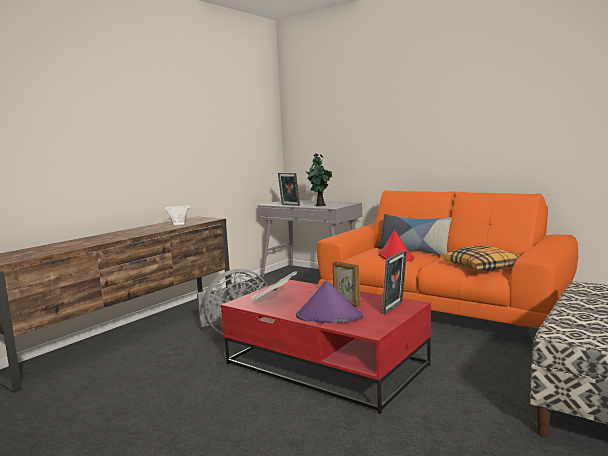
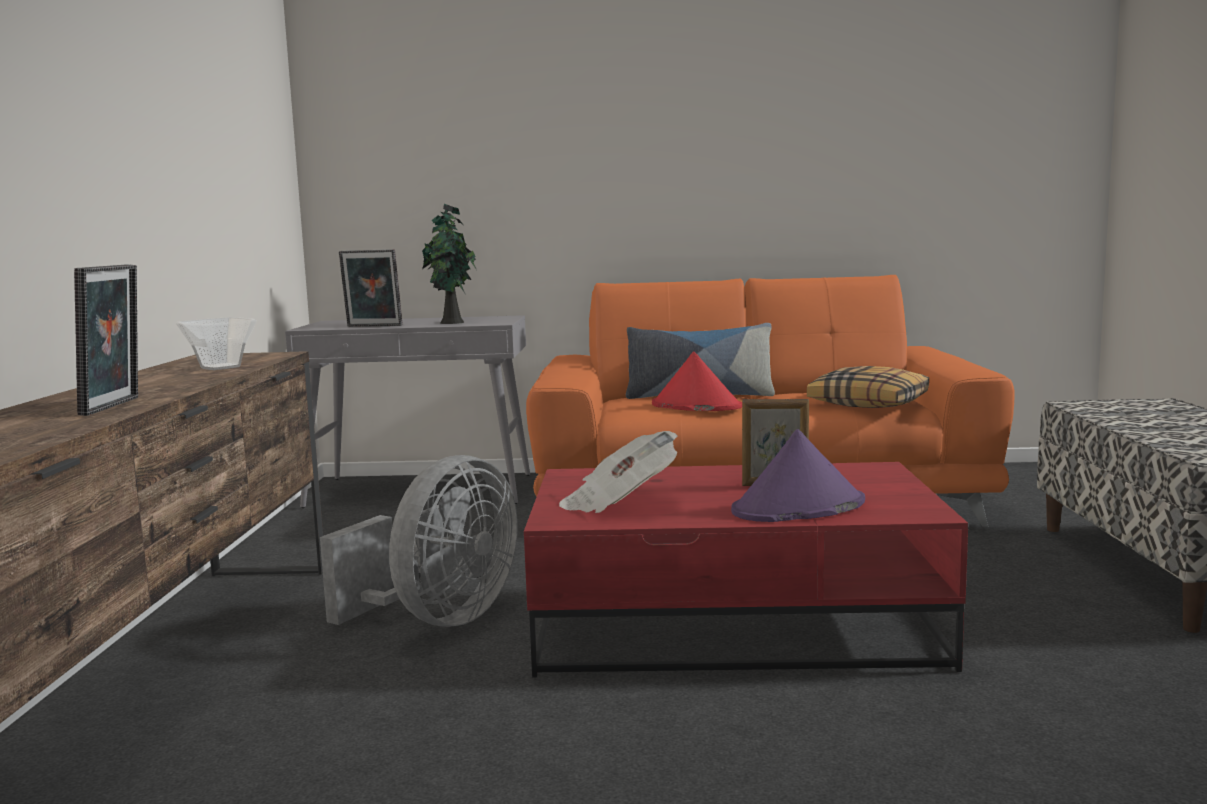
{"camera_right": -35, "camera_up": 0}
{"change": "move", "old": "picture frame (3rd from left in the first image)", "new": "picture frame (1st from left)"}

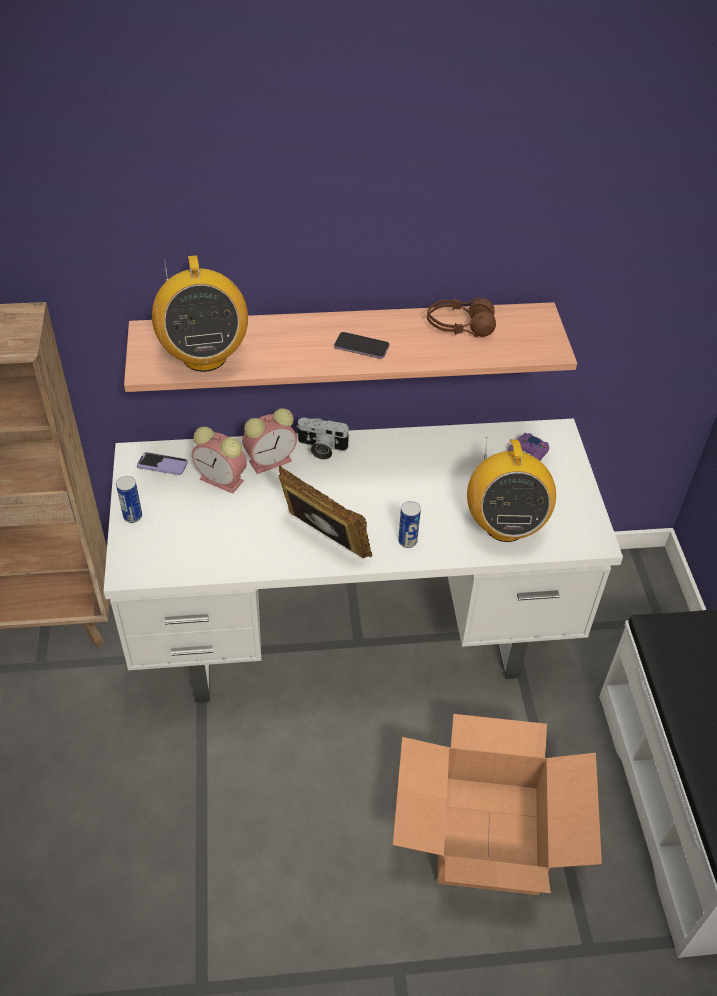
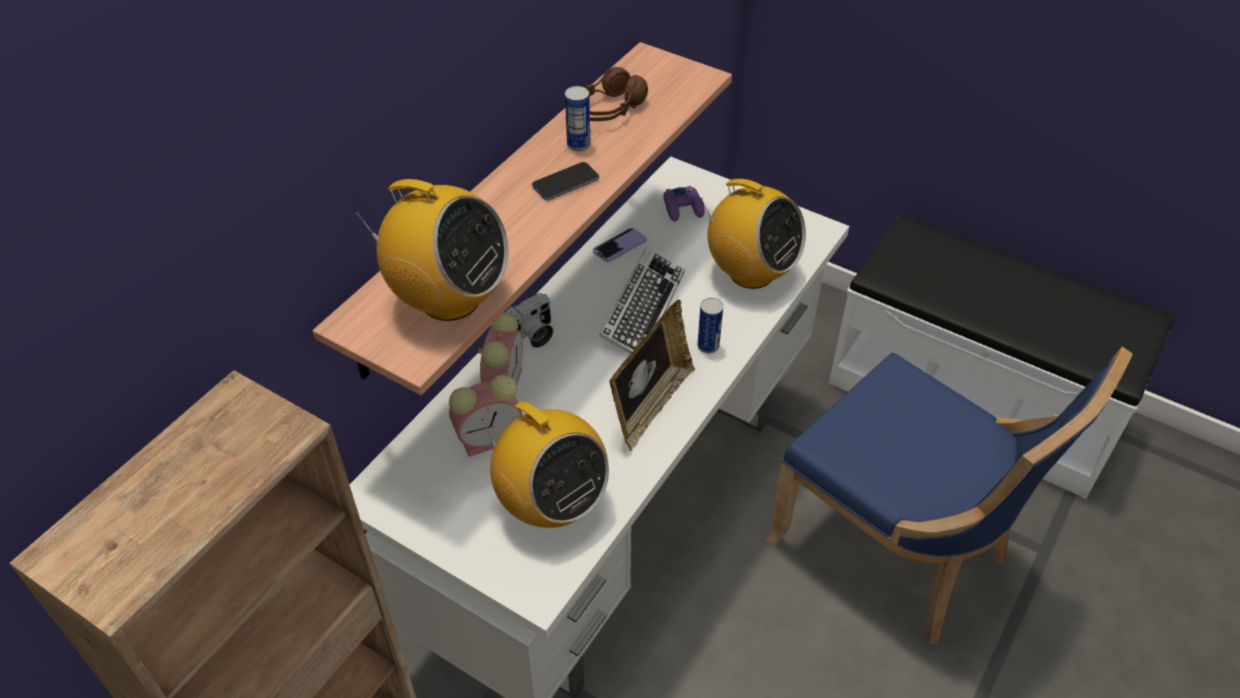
{"camera_right": -50, "camera_up": 0}
{"change": "insert", "new": "radio (2nd from left)"}
{"change": "insert", "new": "keyboard"}
{"change": "move", "old": "can (1st from left)"}
{"change": "move", "old": "phone (1st from left in the first image)", "new": "phone (2nd from left)"}
{"change": "replace", "old": "cardboard box", "new": "chair (blue)"}
{"change": "rotate", "old": "picture frame", "degrees": 135}

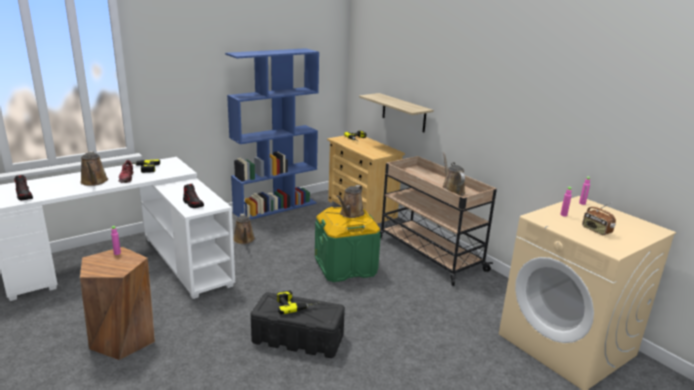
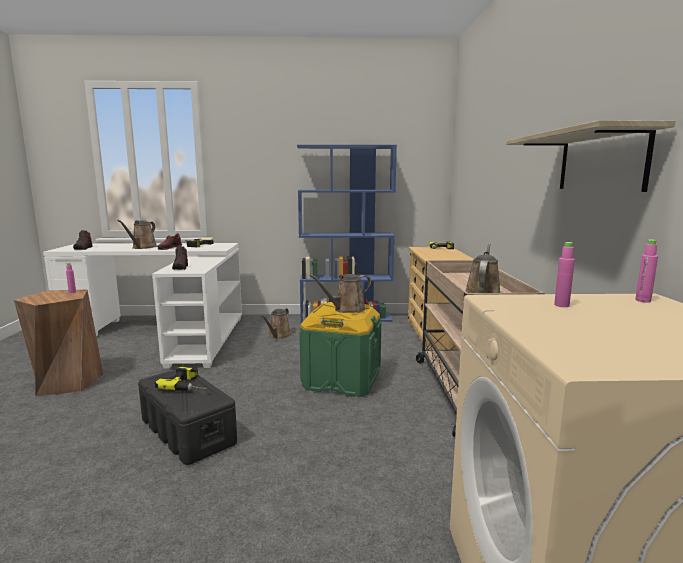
{"camera_right": 35, "camera_up": -10}
{"change": "delete", "old": "radio"}
{"change": "move", "old": "shelf"}

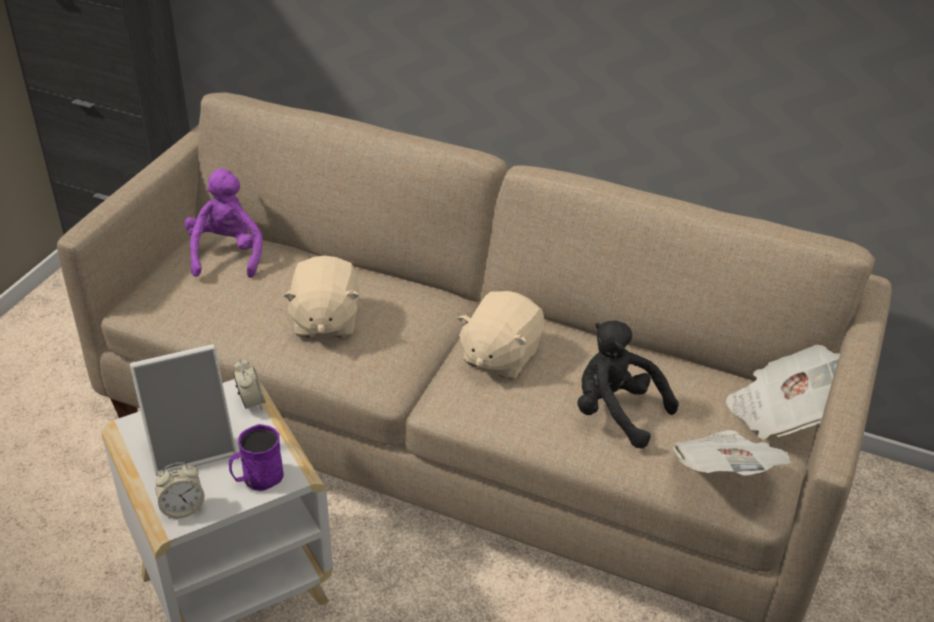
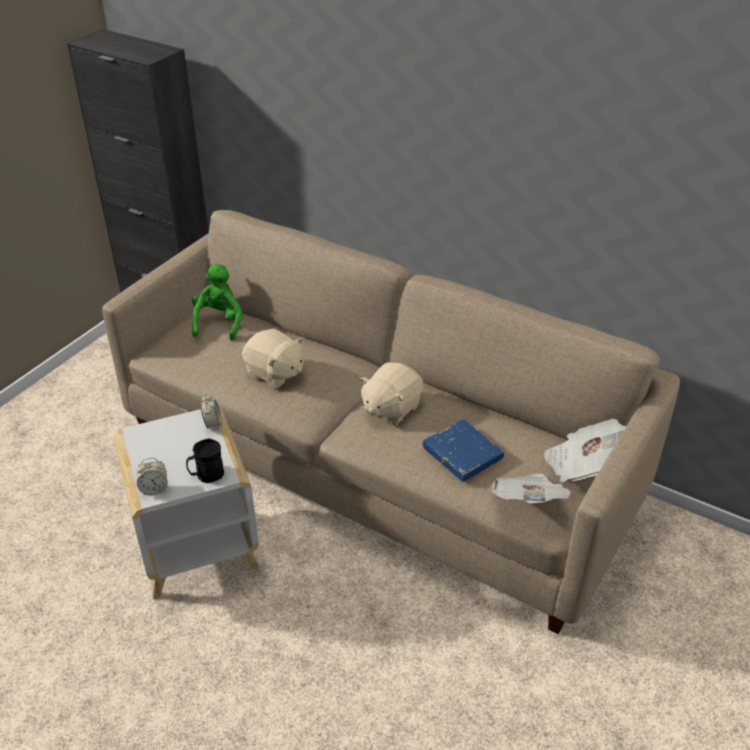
{"camera_right": 10, "camera_up": 0}
{"change": "delete", "old": "picture frame"}
{"change": "replace", "old": "plush toy (black)", "new": "book (blue)"}
{"change": "recolor", "old": "plush toy (purple)", "new": "plush toy (green)"}
{"change": "recolor", "old": "mug (purple)", "new": "mug (black)"}
{"change": "rotate", "old": "plush toy (beige) (1st from left)", "degrees": -60}

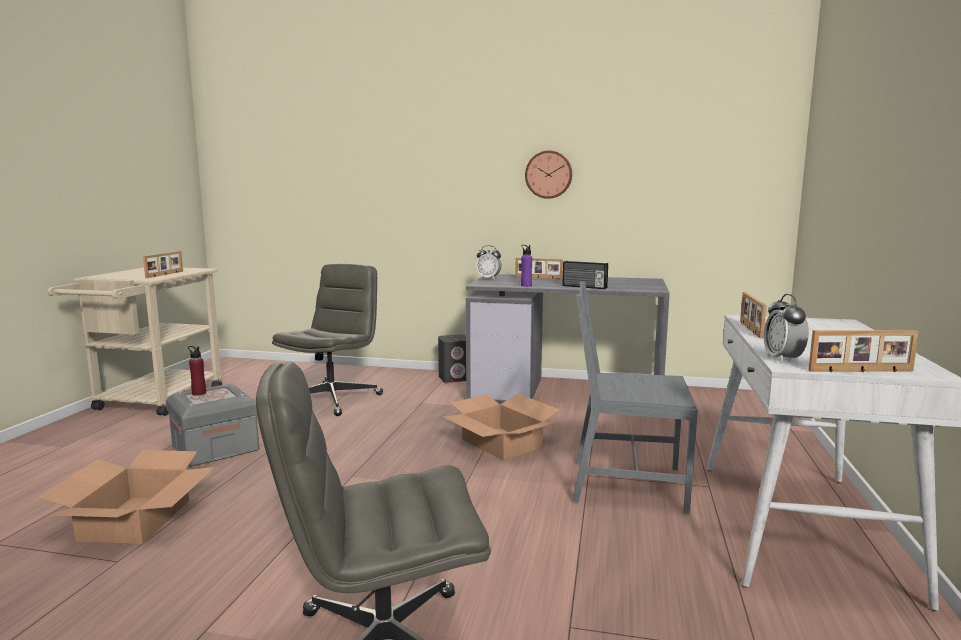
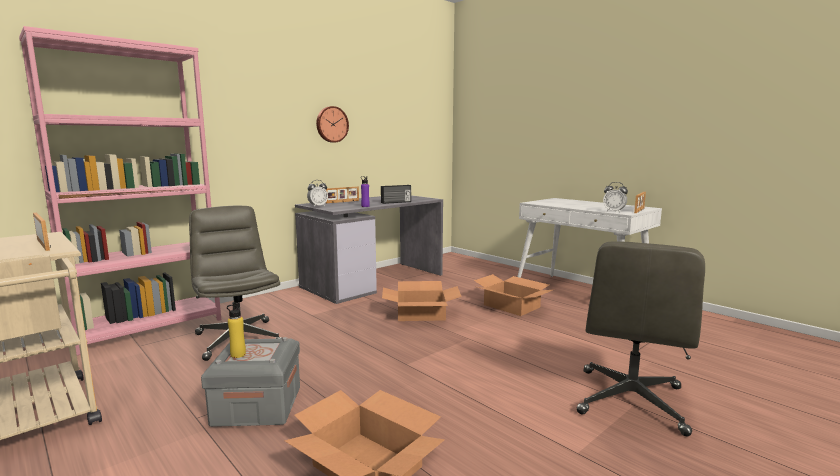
{"camera_right": -55, "camera_up": 0}
{"change": "delete", "old": "speaker (grey)"}
{"change": "delete", "old": "picture frame (3rd from left)"}
{"change": "insert", "new": "bookcase (pink)"}
{"change": "replace", "old": "chair (grey)", "new": "cardboard box (3rd from left)"}
{"change": "recolor", "old": "bottle (red)", "new": "bottle (yellow)"}

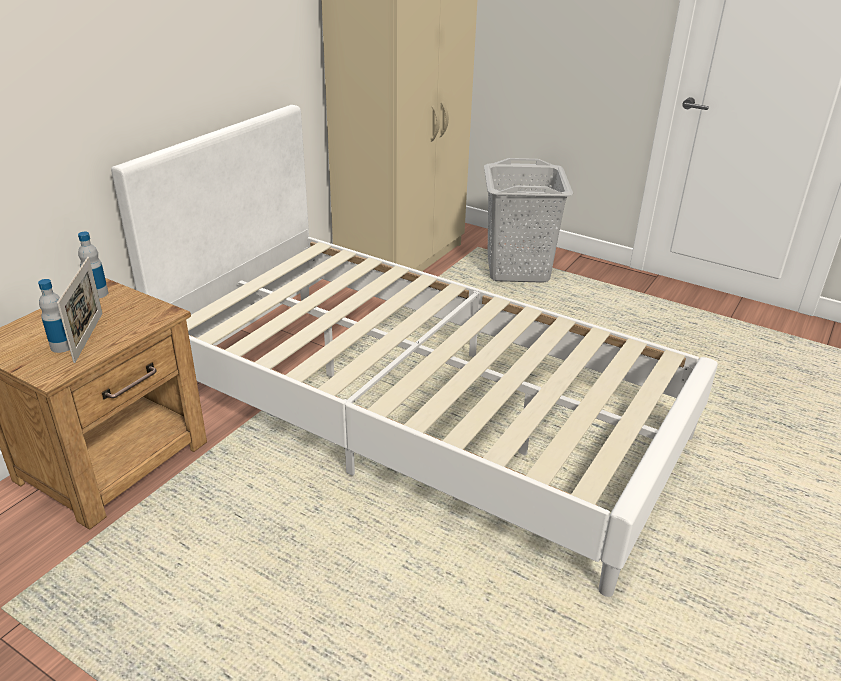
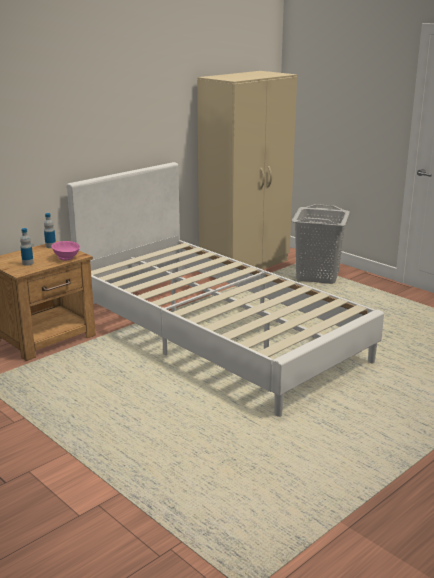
{"camera_right": 15, "camera_up": -10}
{"change": "delete", "old": "picture frame"}
{"change": "insert", "new": "bowl (pink)"}

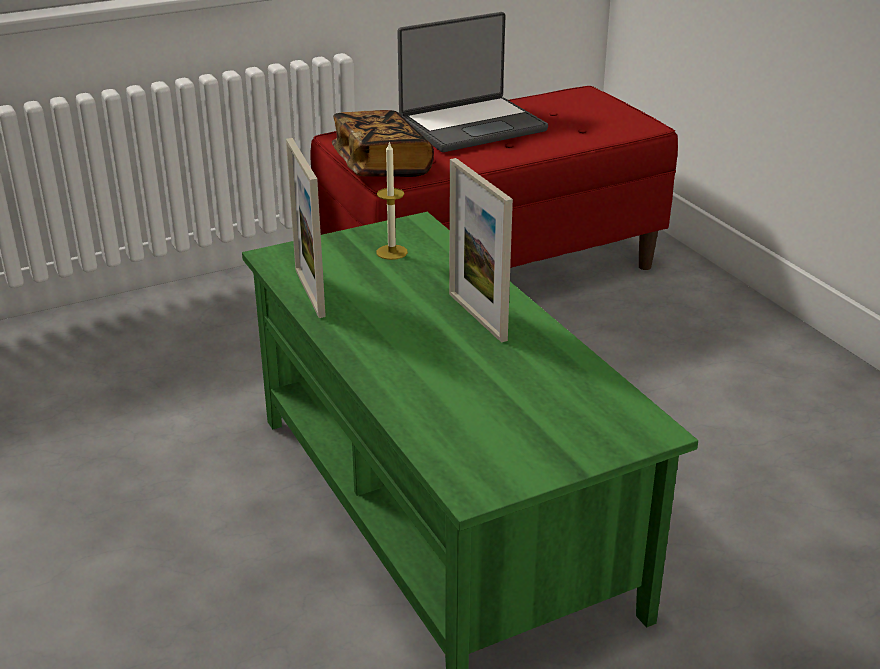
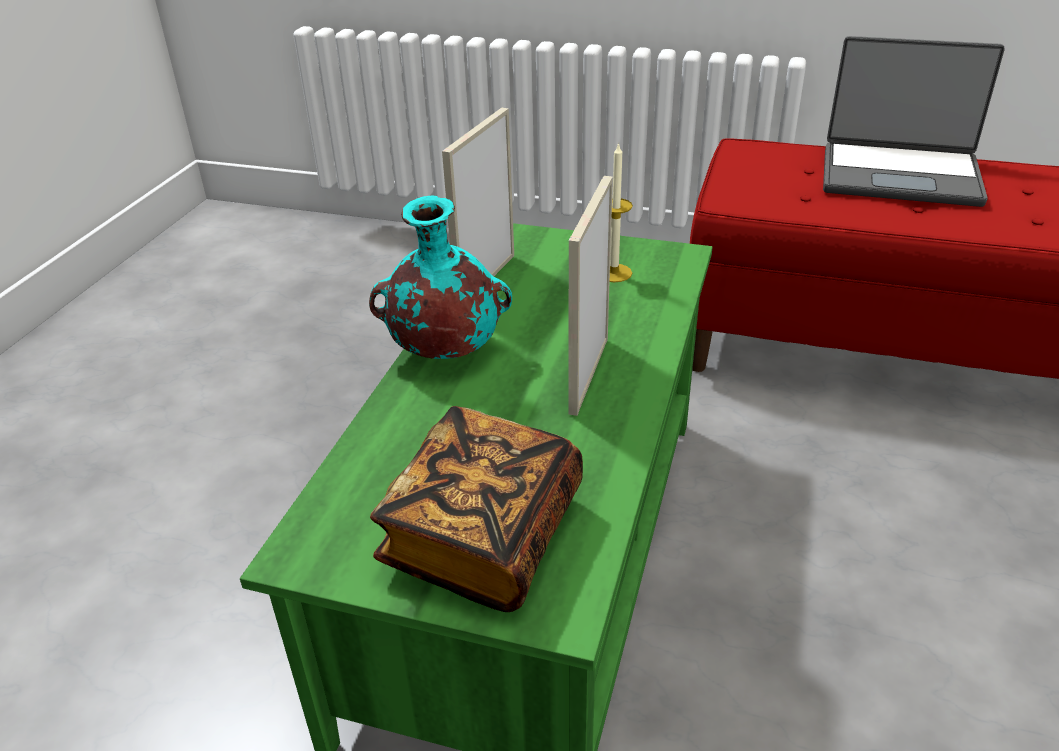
{"camera_right": 45, "camera_up": 5}
{"change": "insert", "new": "vase (turquoise)"}
{"change": "move", "old": "book"}

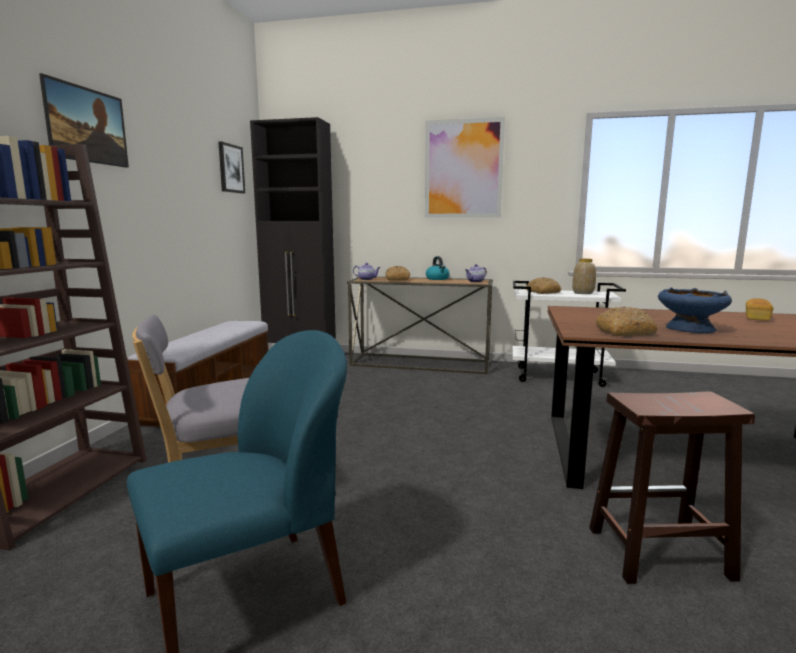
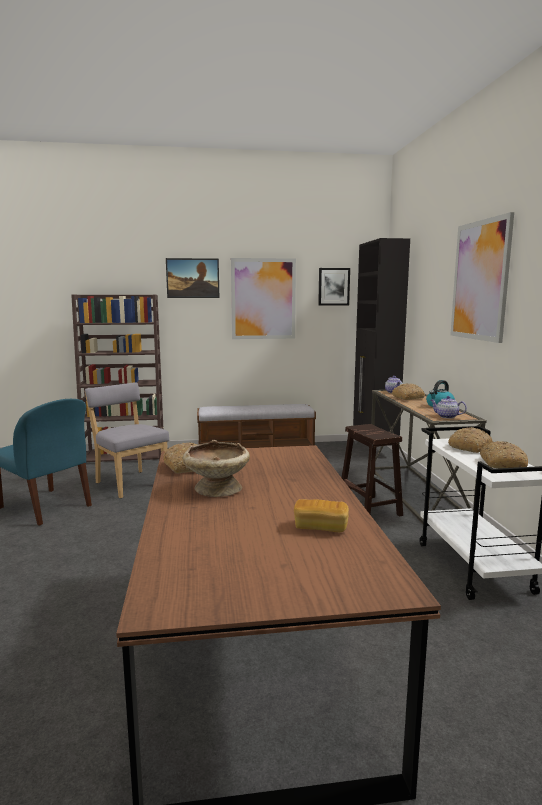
{"camera_right": 70, "camera_up": 0}
{"change": "insert", "new": "picture (2nd from left)"}
{"change": "move", "old": "stool (brown)"}
{"change": "replace", "old": "vase", "new": "bread (5th from left)"}
{"change": "recolor", "old": "bowl (blue)", "new": "bowl (beige)"}

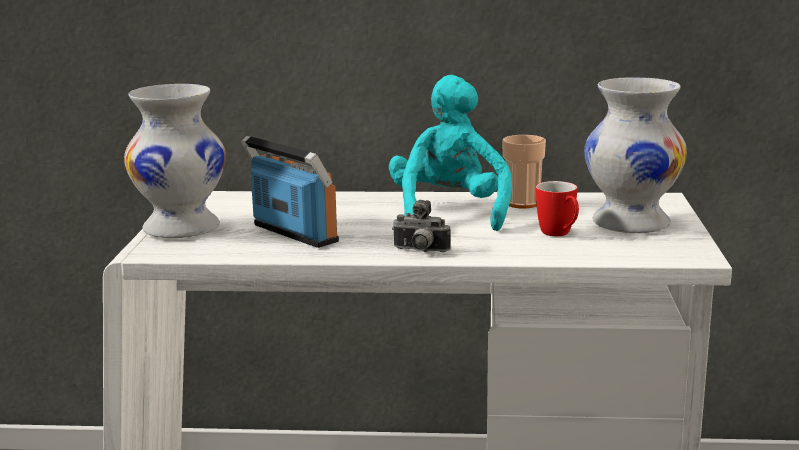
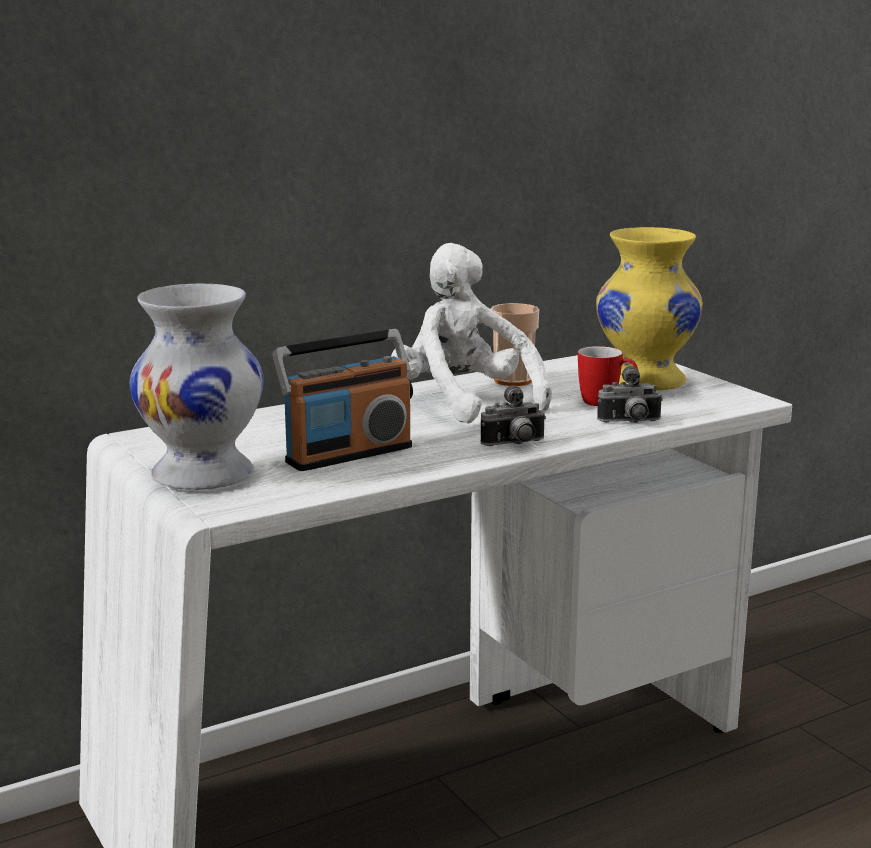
{"camera_right": -35, "camera_up": 0}
{"change": "insert", "new": "photo camera (2nd from left)"}
{"change": "recolor", "old": "plush toy (turquoise)", "new": "plush toy (white)"}
{"change": "recolor", "old": "vase (white) (2nd from left)", "new": "vase (yellow)"}
{"change": "rotate", "old": "radio", "degrees": 135}

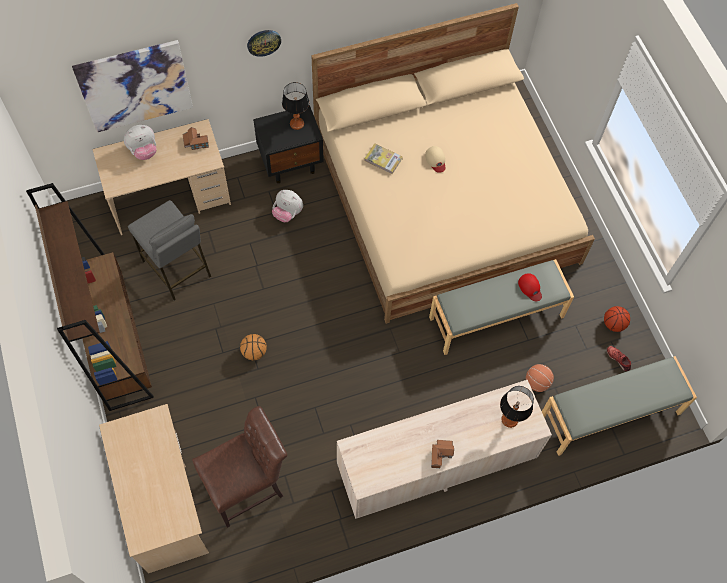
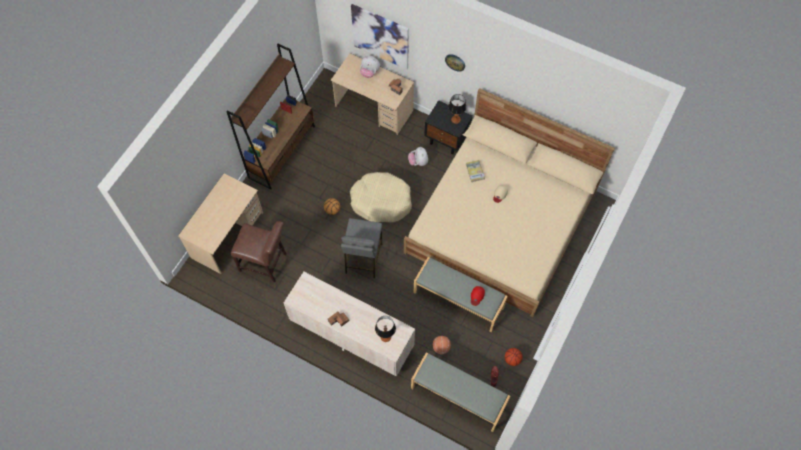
{"camera_right": 50, "camera_up": 0}
{"change": "insert", "new": "dog bed (beige)"}
{"change": "move", "old": "stool (grey)"}

